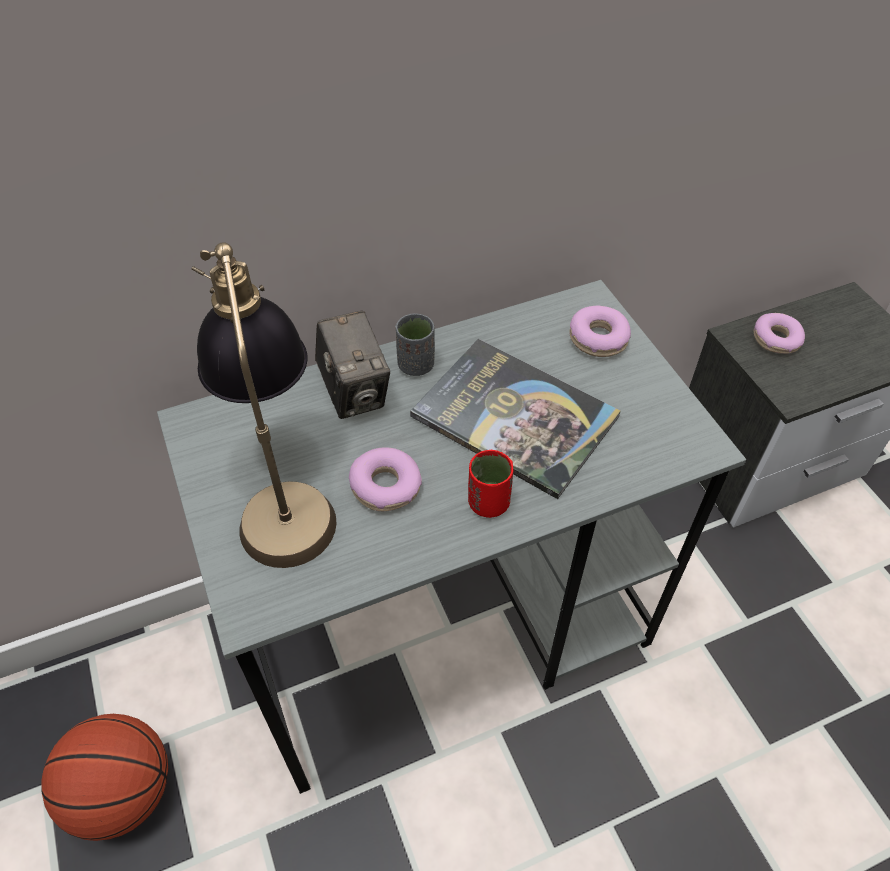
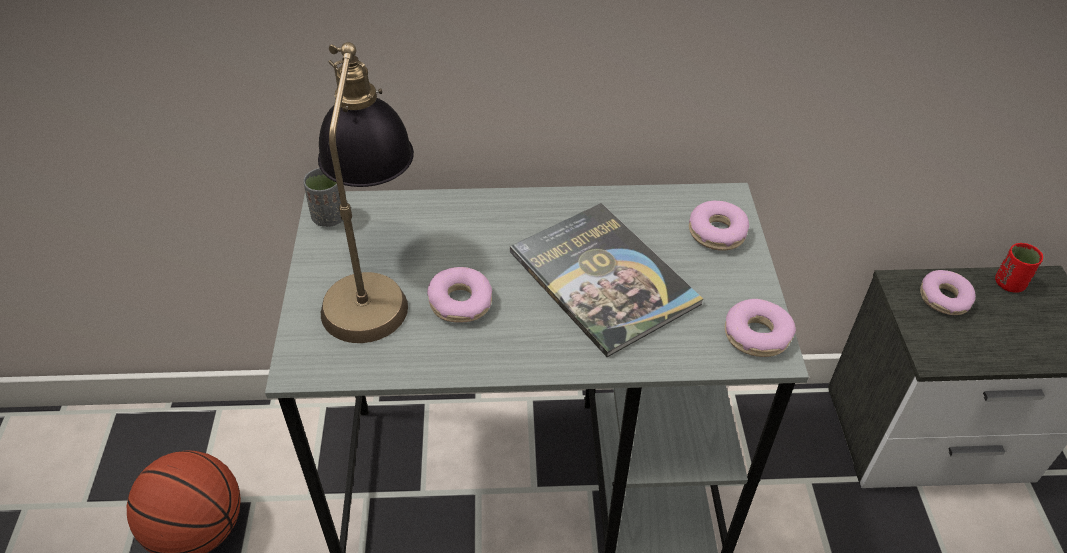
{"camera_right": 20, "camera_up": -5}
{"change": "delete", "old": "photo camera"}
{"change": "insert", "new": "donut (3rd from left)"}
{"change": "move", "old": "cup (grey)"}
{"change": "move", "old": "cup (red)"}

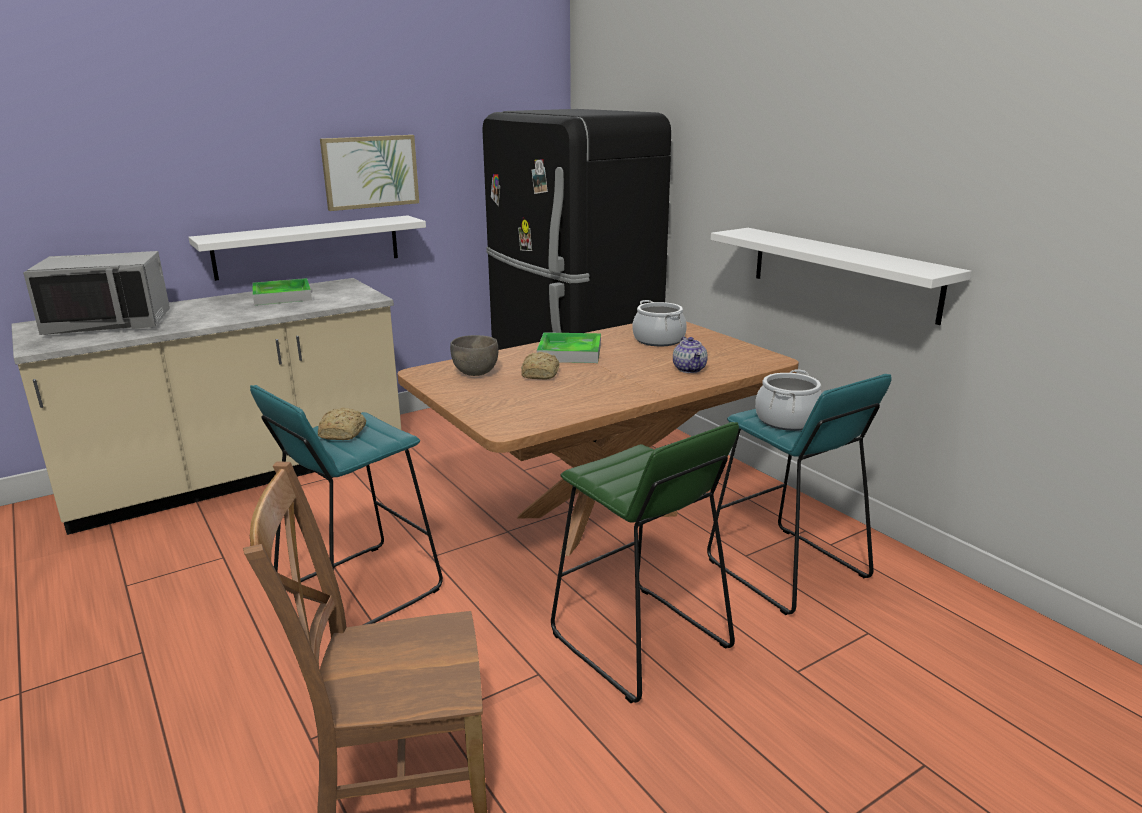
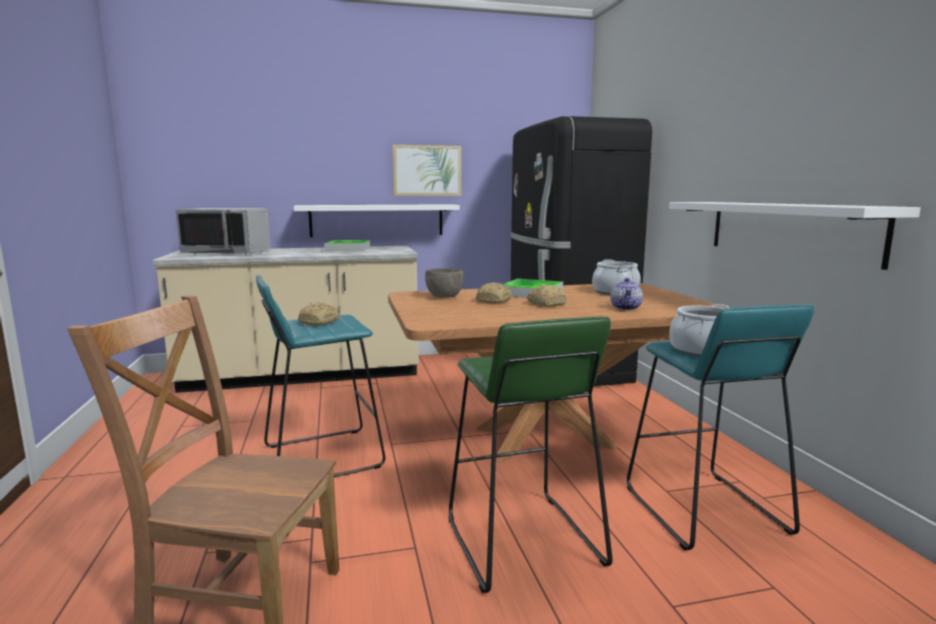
{"camera_right": 20, "camera_up": -10}
{"change": "insert", "new": "bread (3rd from left)"}

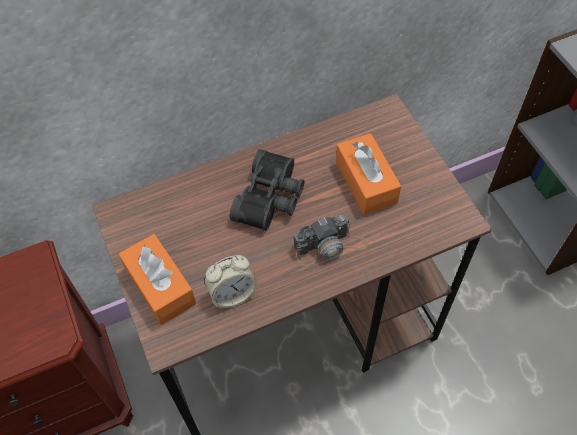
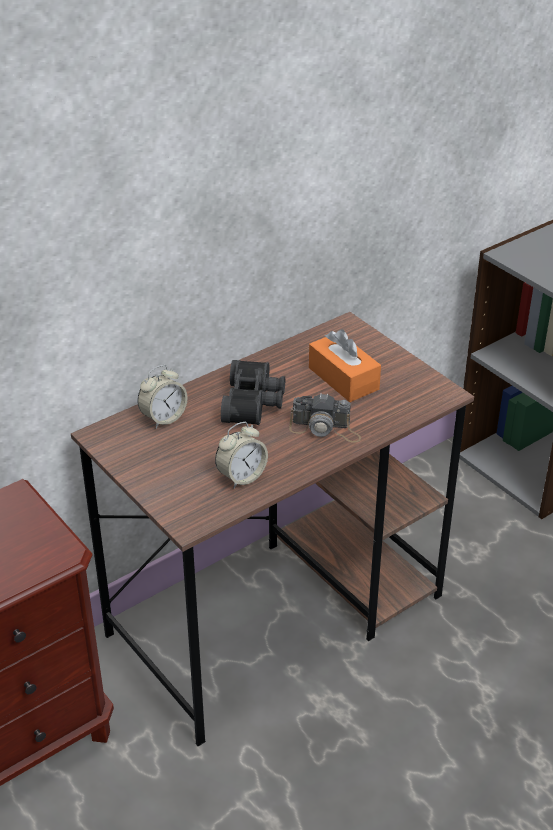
{"camera_right": -15, "camera_up": -20}
{"change": "delete", "old": "tissue box (orange) (1st from left)"}
{"change": "insert", "new": "alarm clock (1st from left)"}
{"change": "rotate", "old": "photo camera", "degrees": 45}

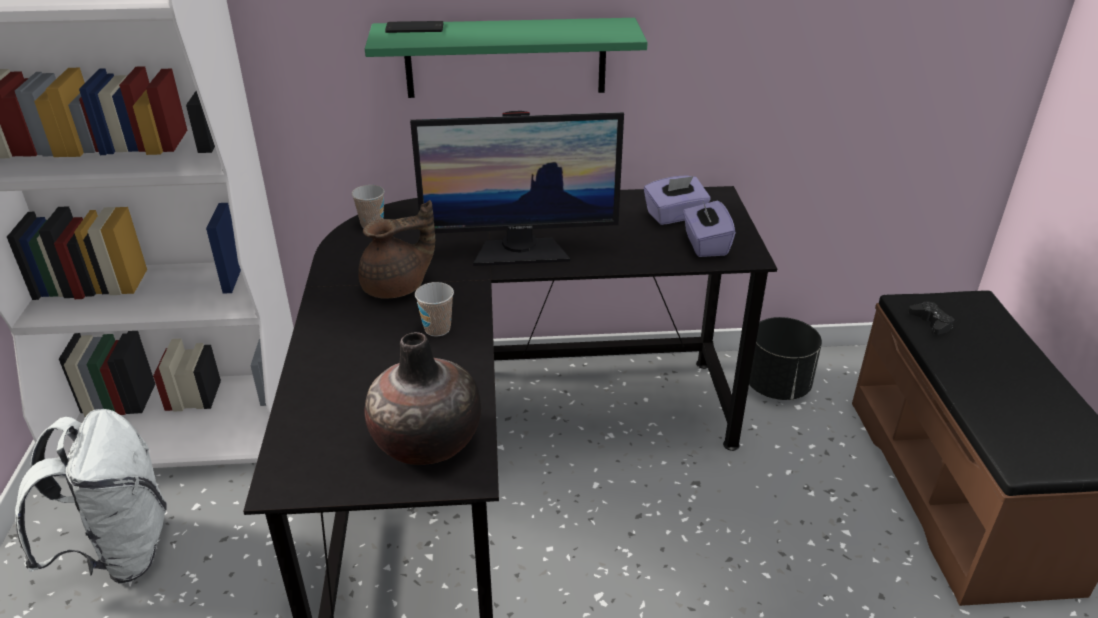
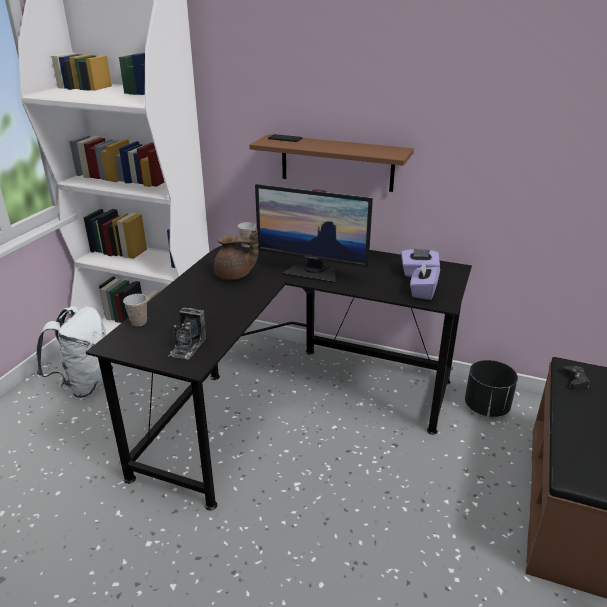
{"camera_right": 25, "camera_up": -5}
{"change": "move", "old": "cup (2nd from left in the first image)", "new": "cup (1st from left)"}
{"change": "replace", "old": "vase", "new": "photo camera"}
{"change": "recolor", "old": "shelf (green)", "new": "shelf (brown)"}

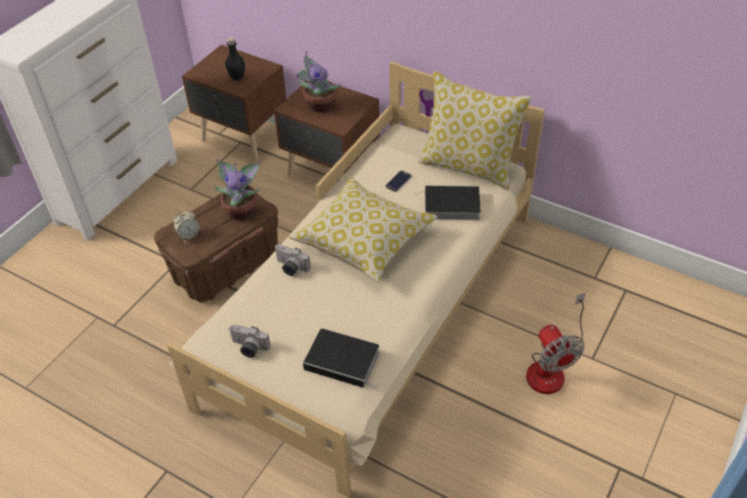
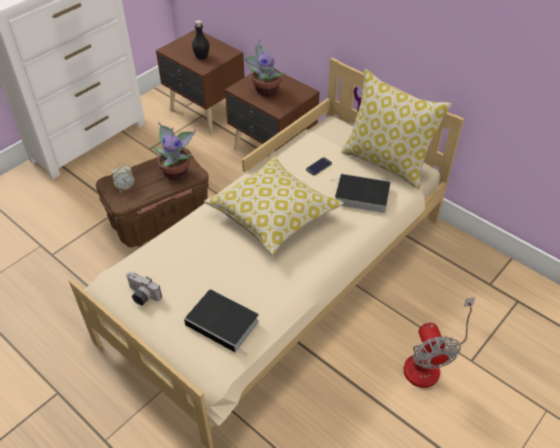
{"camera_right": 10, "camera_up": 0}
{"change": "delete", "old": "photo camera (2nd from left)"}

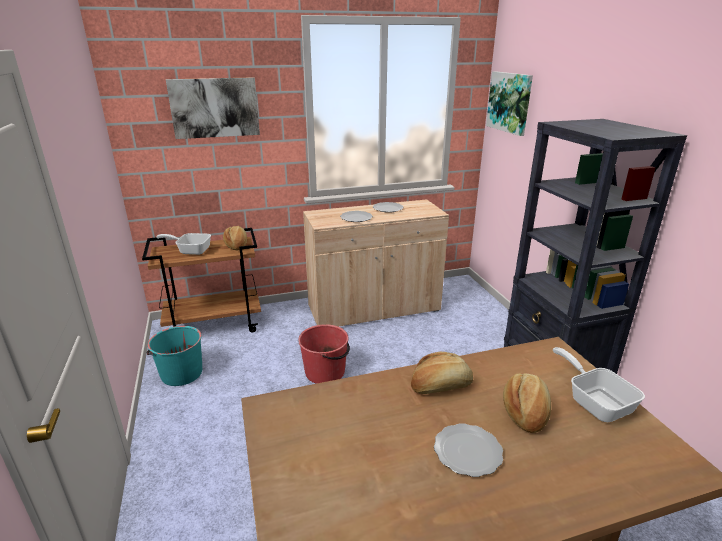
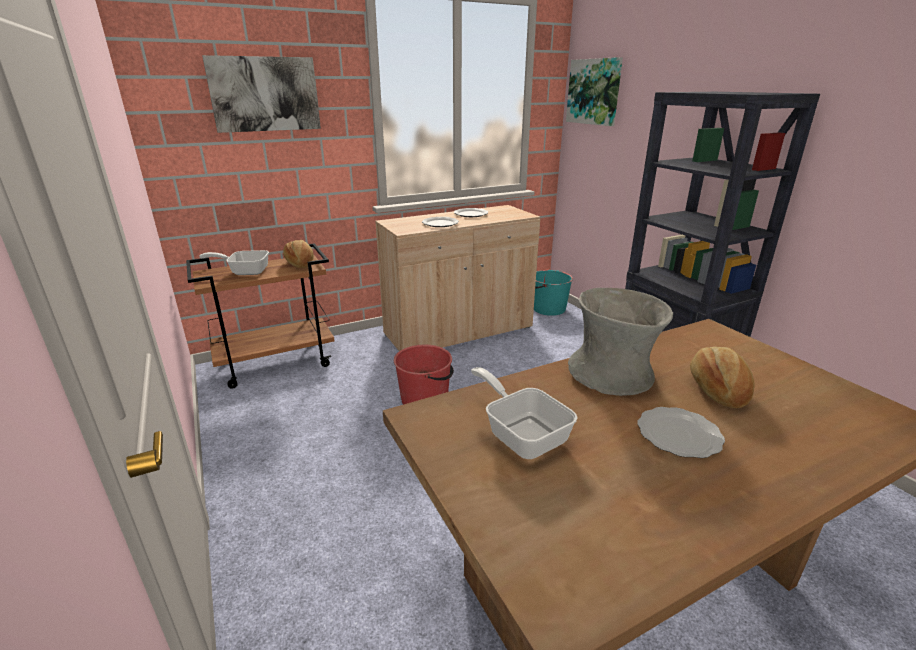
{"camera_right": -10, "camera_up": 0}
{"change": "move", "old": "bucket (turquoise)"}
{"change": "move", "old": "frying pan (2nd from left)"}
{"change": "replace", "old": "bread (2nd from left)", "new": "vase (grey)"}

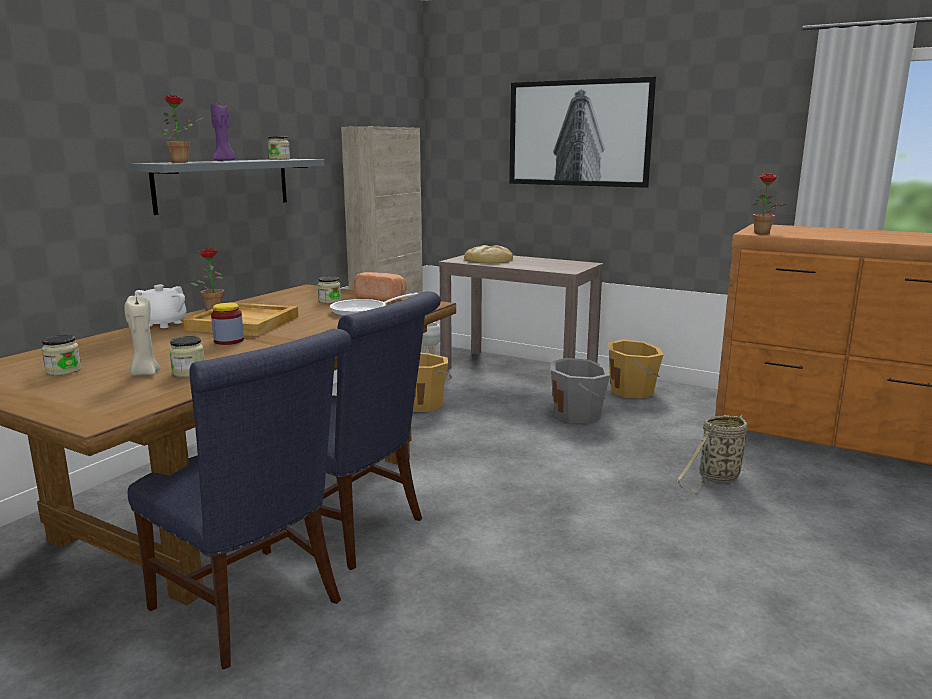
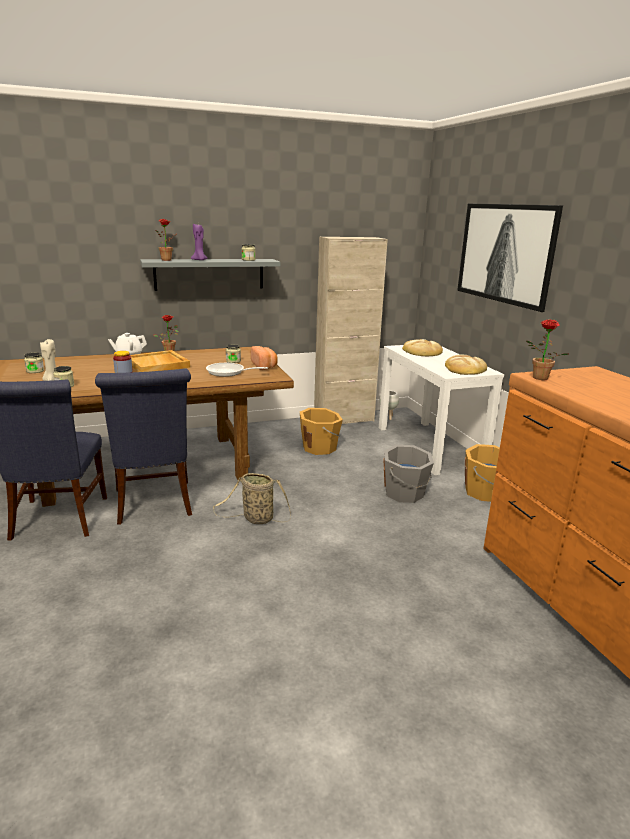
{"camera_right": 40, "camera_up": 5}
{"change": "insert", "new": "bread (3rd from left)"}
{"change": "move", "old": "basket"}
{"change": "recolor", "old": "console table (brown)", "new": "console table (white)"}

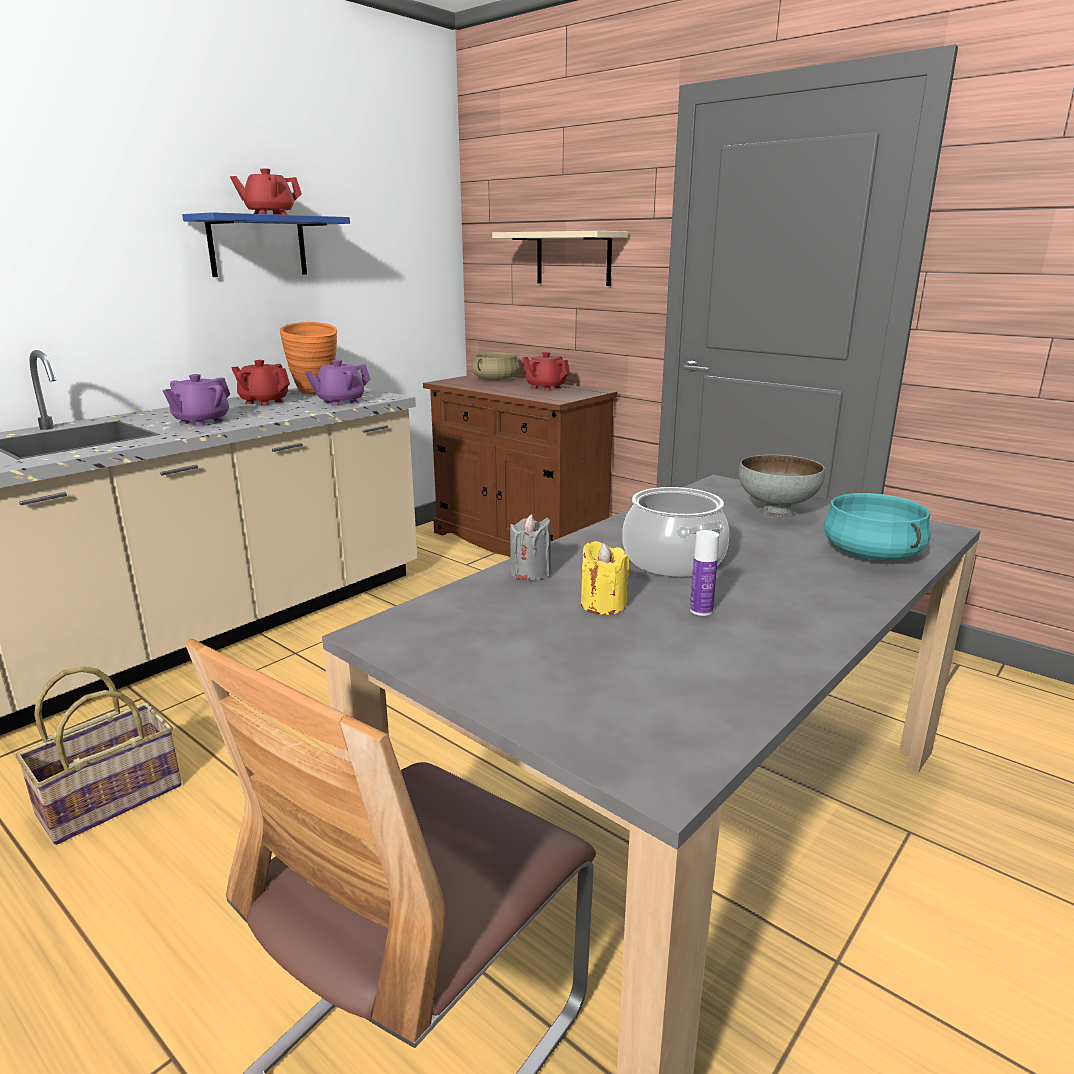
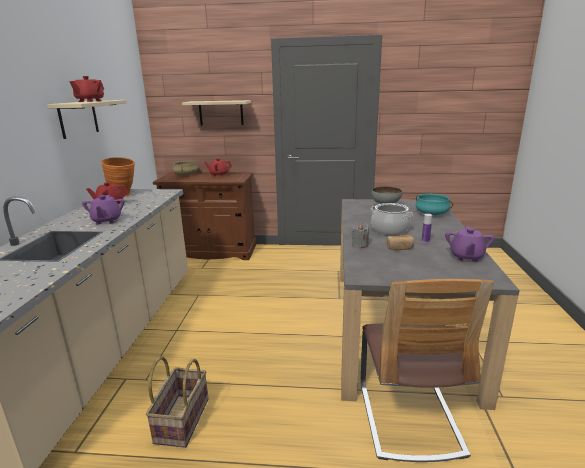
{"camera_right": -35, "camera_up": 0}
{"change": "move", "old": "teapot (purple) (2nd from left)"}
{"change": "replace", "old": "candle (yellow)", "new": "bread"}
{"change": "recolor", "old": "shelf (blue)", "new": "shelf (beige) (1st from left)"}

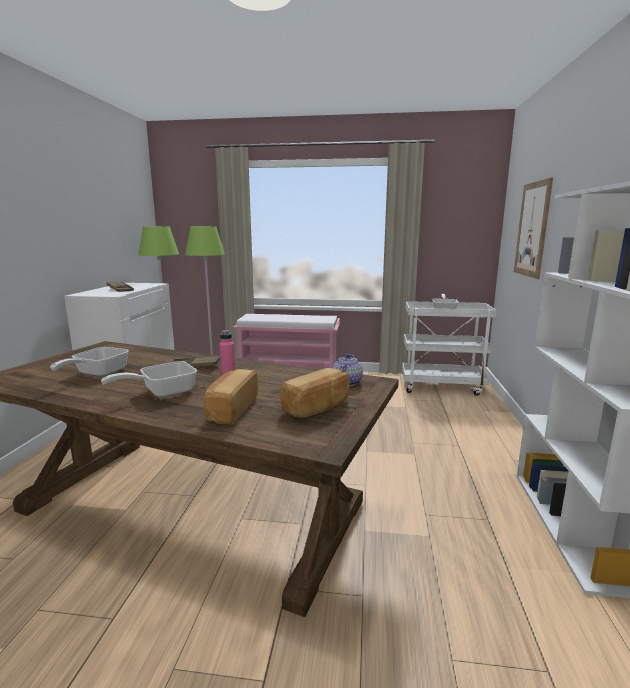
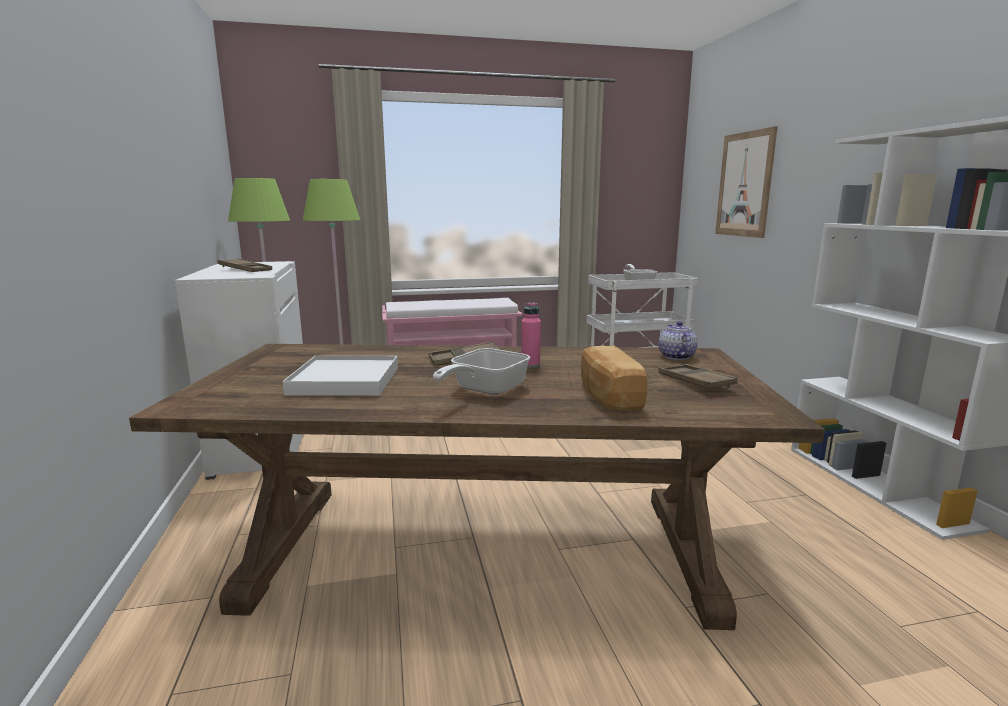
{"camera_right": -20, "camera_up": 0}
{"change": "replace", "old": "frying pan (1st from left)", "new": "tray (white)"}
{"change": "replace", "old": "bread (2nd from left)", "new": "tray (brown) (3rd from left)"}

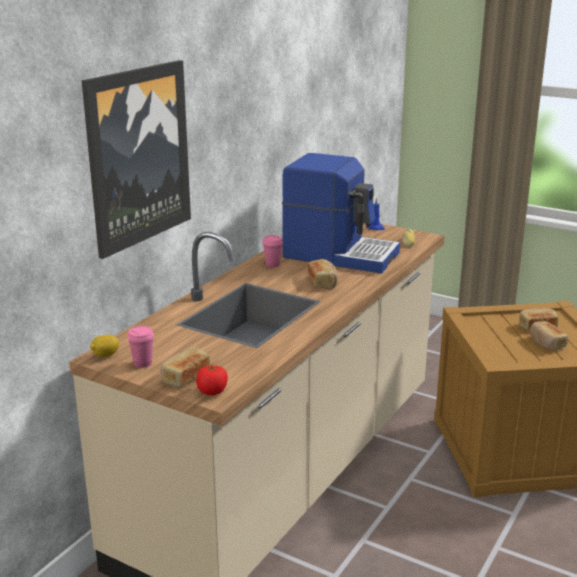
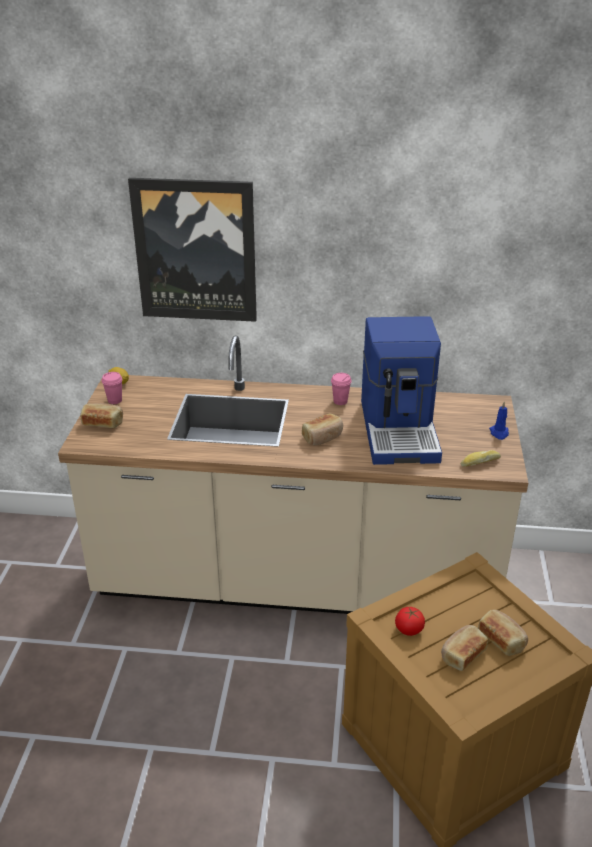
{"camera_right": 65, "camera_up": 10}
{"change": "move", "old": "tomato"}

